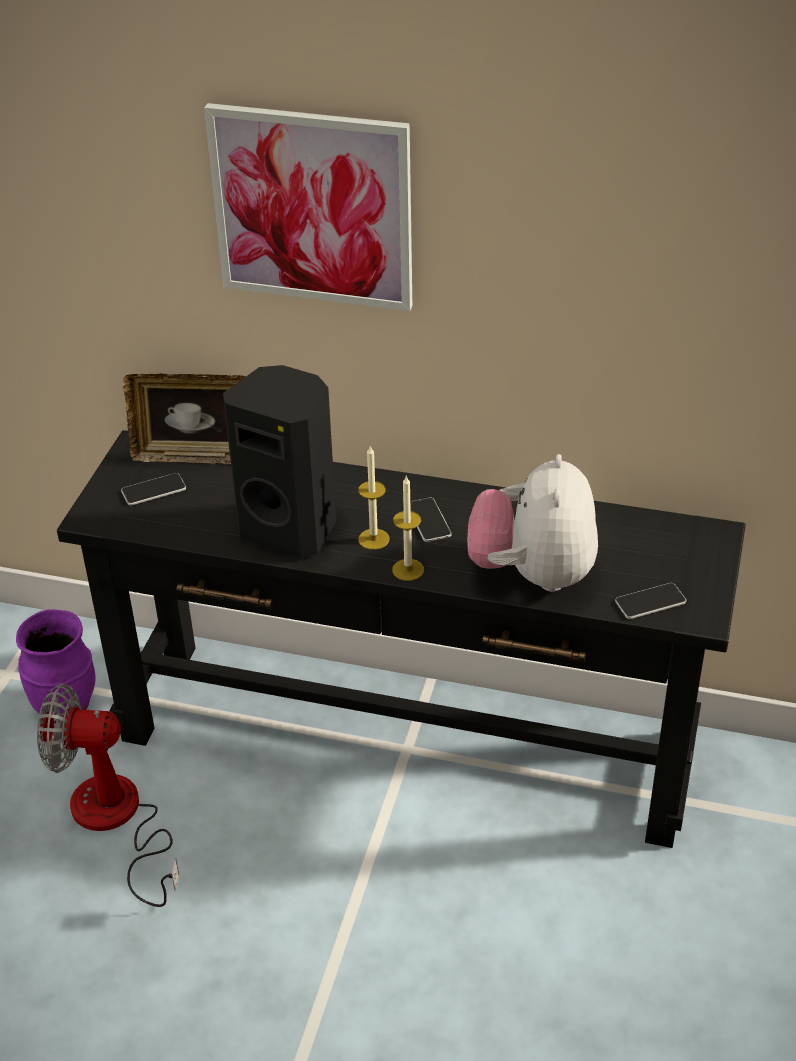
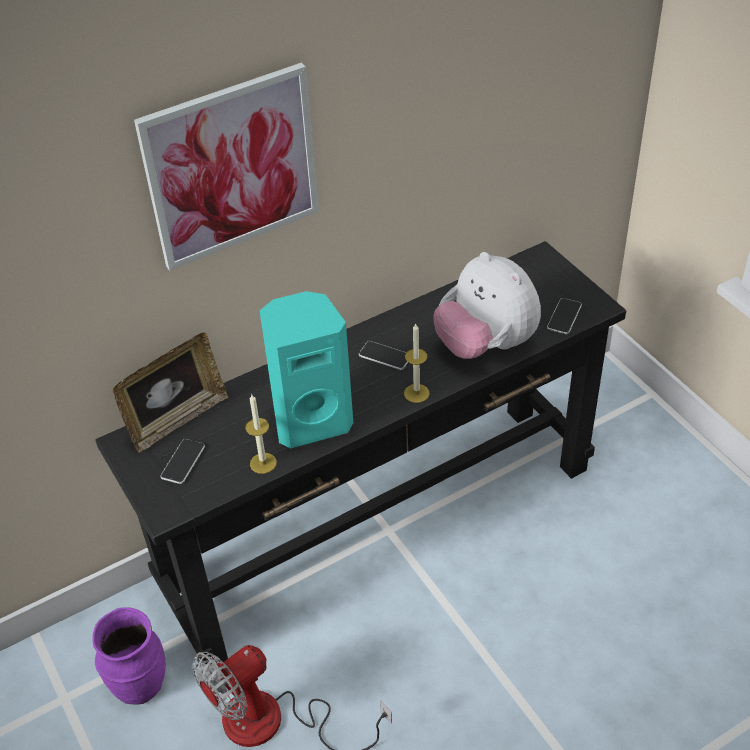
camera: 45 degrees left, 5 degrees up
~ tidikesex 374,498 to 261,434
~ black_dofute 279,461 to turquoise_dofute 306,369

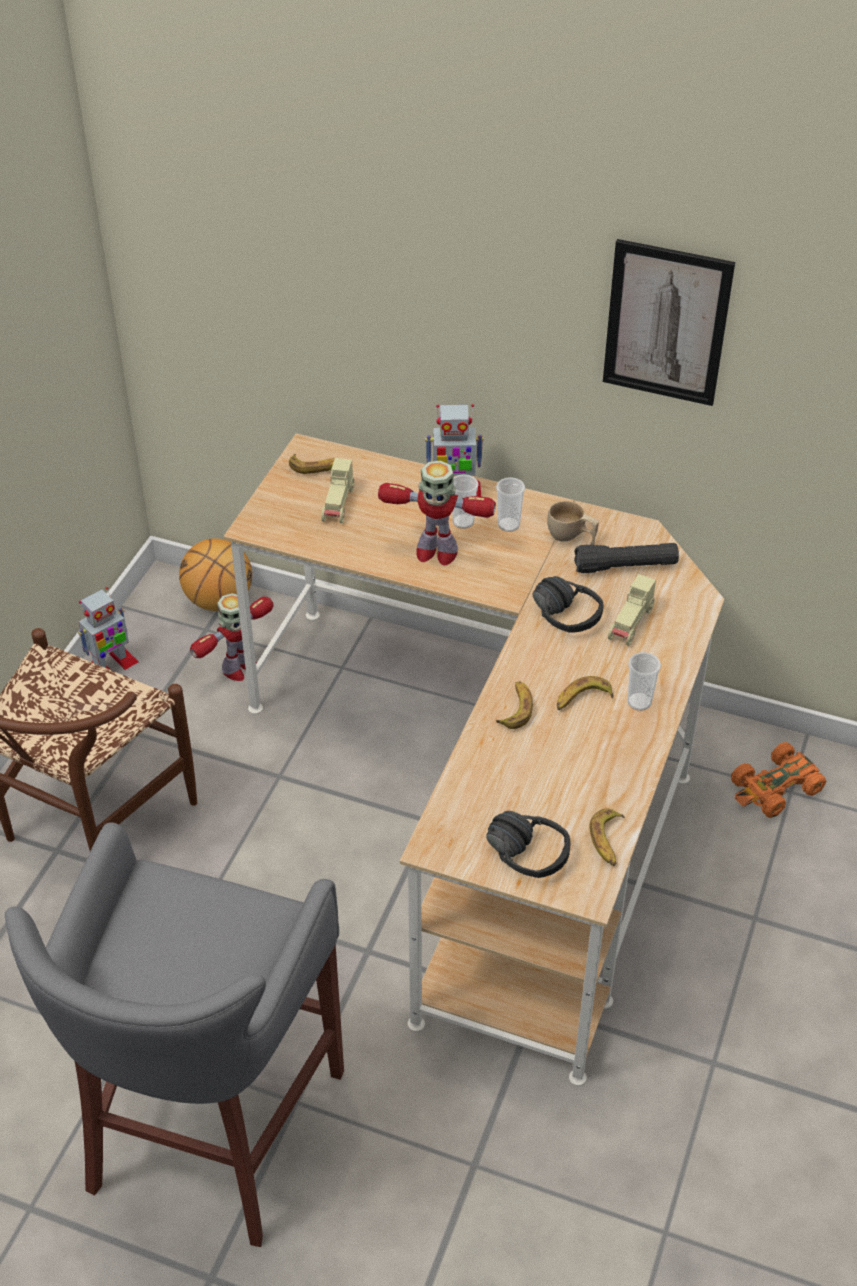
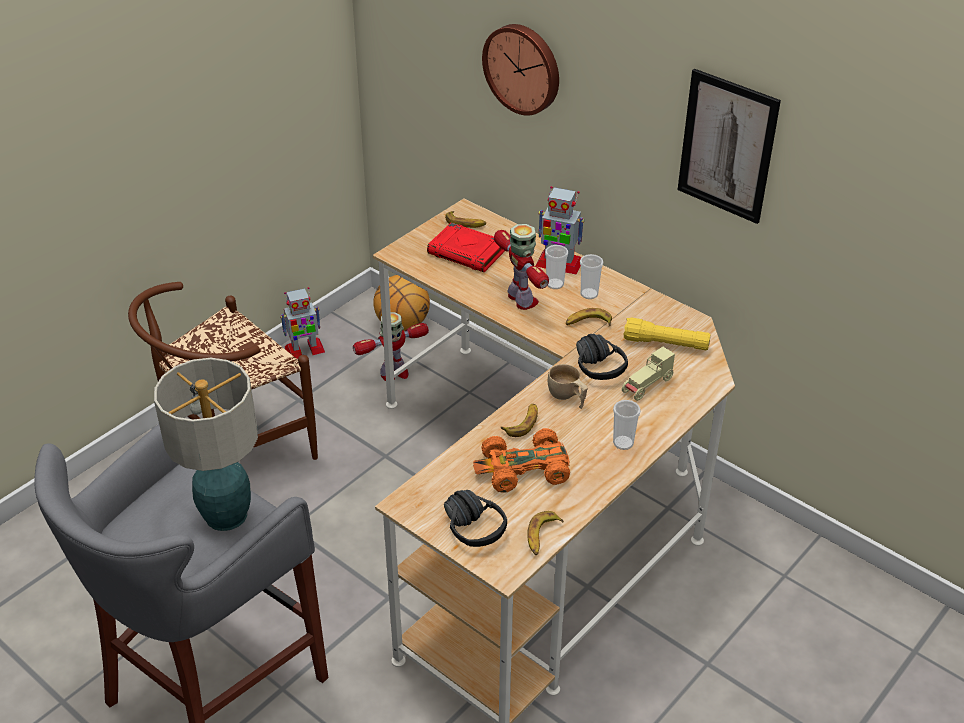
camera: 20 degrees right, 5 degrees down
+ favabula 206,444
~ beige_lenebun 338,490 to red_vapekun 466,247
~ orange_lenebun 778,780 to 521,460
+ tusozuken 520,70
~ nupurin 437,513 = 521,267 150 degrees counterclockwise
~ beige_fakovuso 573,523 to 568,386
~ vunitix 585,693 to 589,317
~ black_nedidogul 626,558 to yellow_nedidogul 667,333

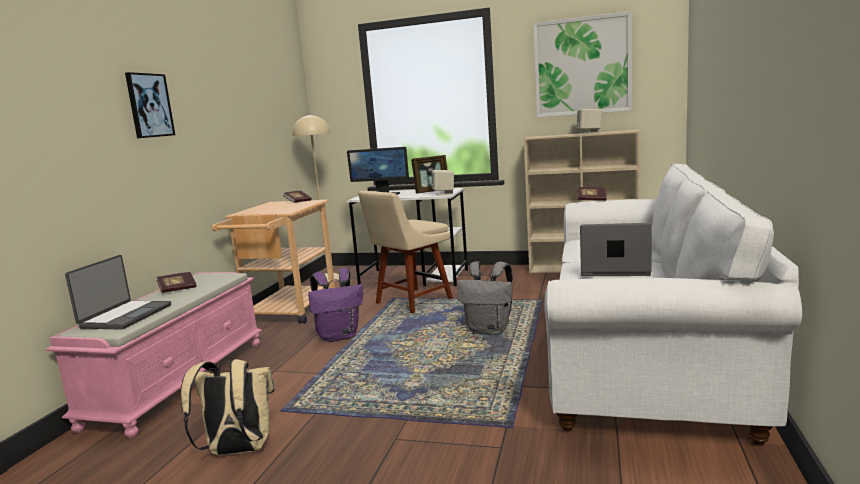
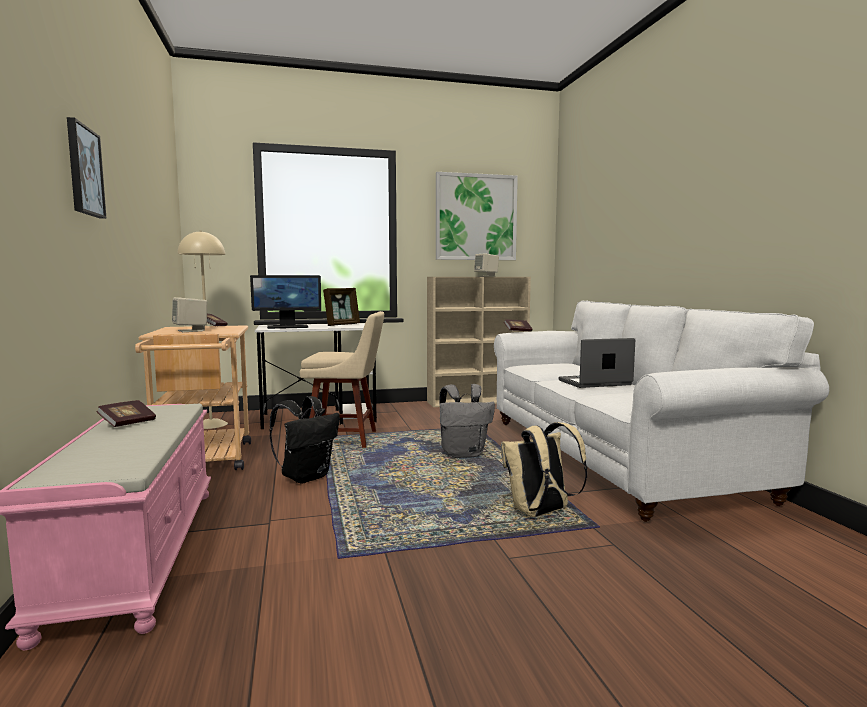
camera: 30 degrees left, 5 degrees down
~ beige_dofute 443,183 to 189,314
~ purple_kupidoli 335,305 to black_kupidoli 304,440
~ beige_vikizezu 405,252 = 342,379 105 degrees counterclockwise
~ beige_kupidoli 228,407 to 544,469
- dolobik 118,292

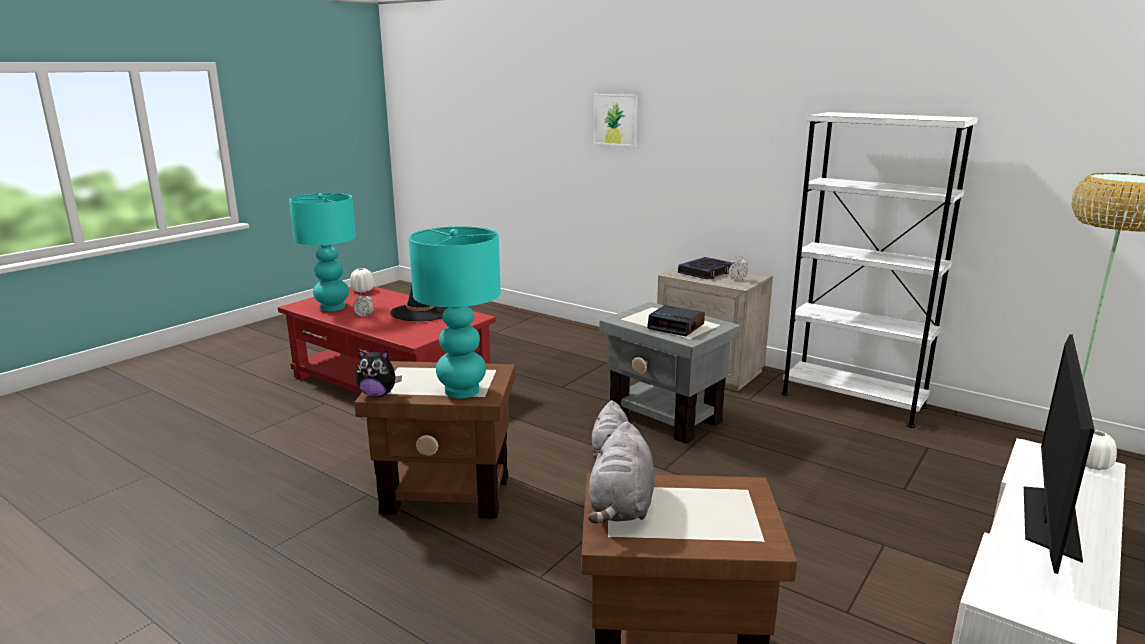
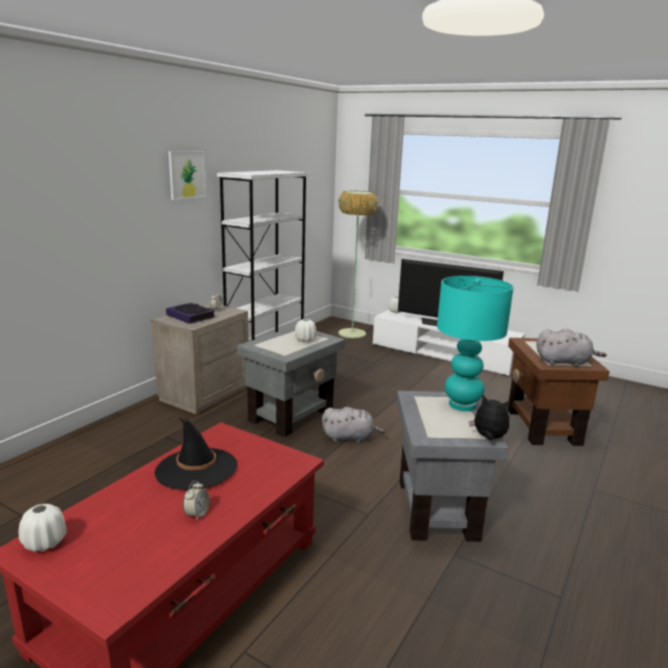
camera: 95 degrees left, 0 degrees up
~ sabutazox 616,120 to 187,175
~ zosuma 676,320 to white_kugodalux 305,330
~ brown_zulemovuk 434,440 to grey_zulemovuk 452,466
~ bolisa 379,373 = 489,417 60 degrees counterclockwise
- turquoise_favabula 322,252

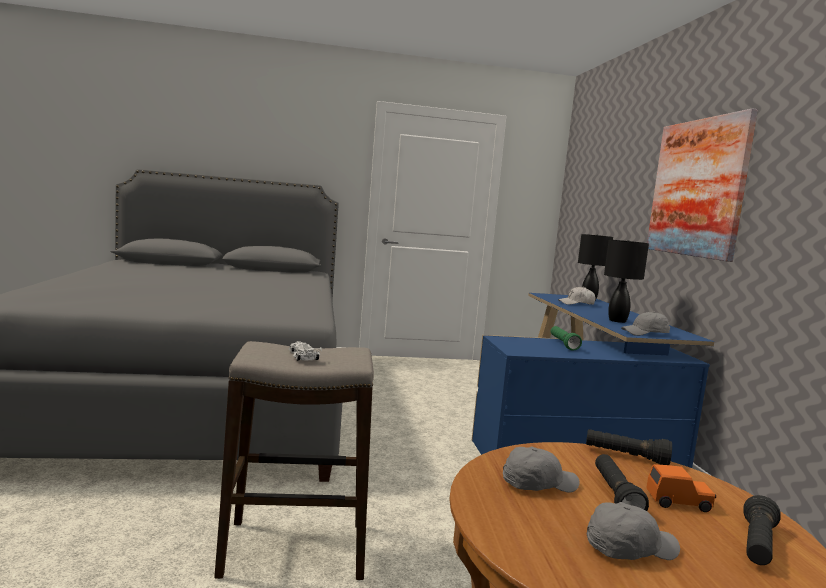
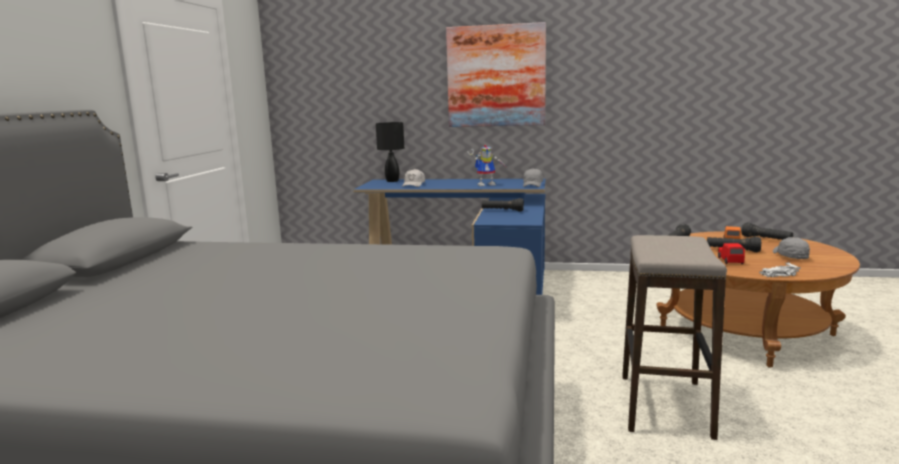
camera: 70 degrees left, 5 degrees up
~ black_favabula 626,281 to nupurin 487,165
~ green_nedidogul 566,338 to black_nedidogul 503,204
~ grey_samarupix 541,469 to red_lenebun 731,253
~ white_lenebun 305,351 to 780,269

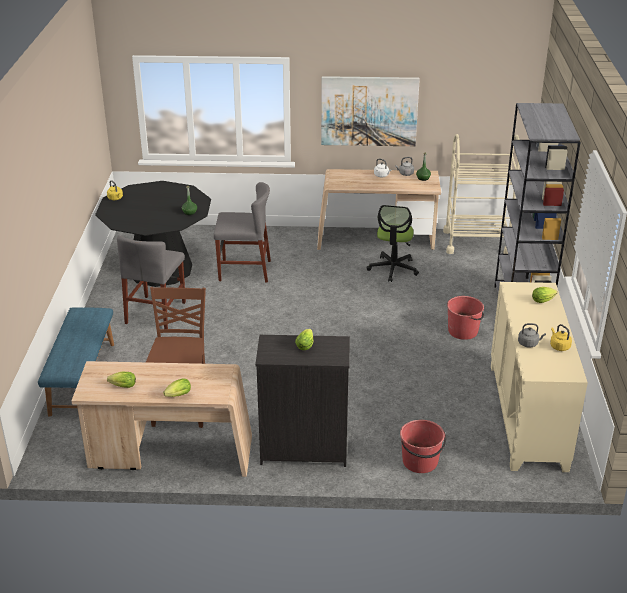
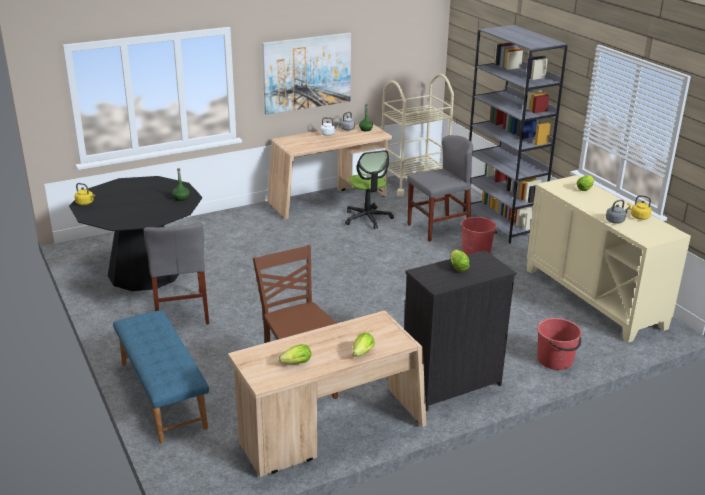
camera: 30 degrees left, 5 degrees down
~ grey_vikizezu 242,232 to 440,188

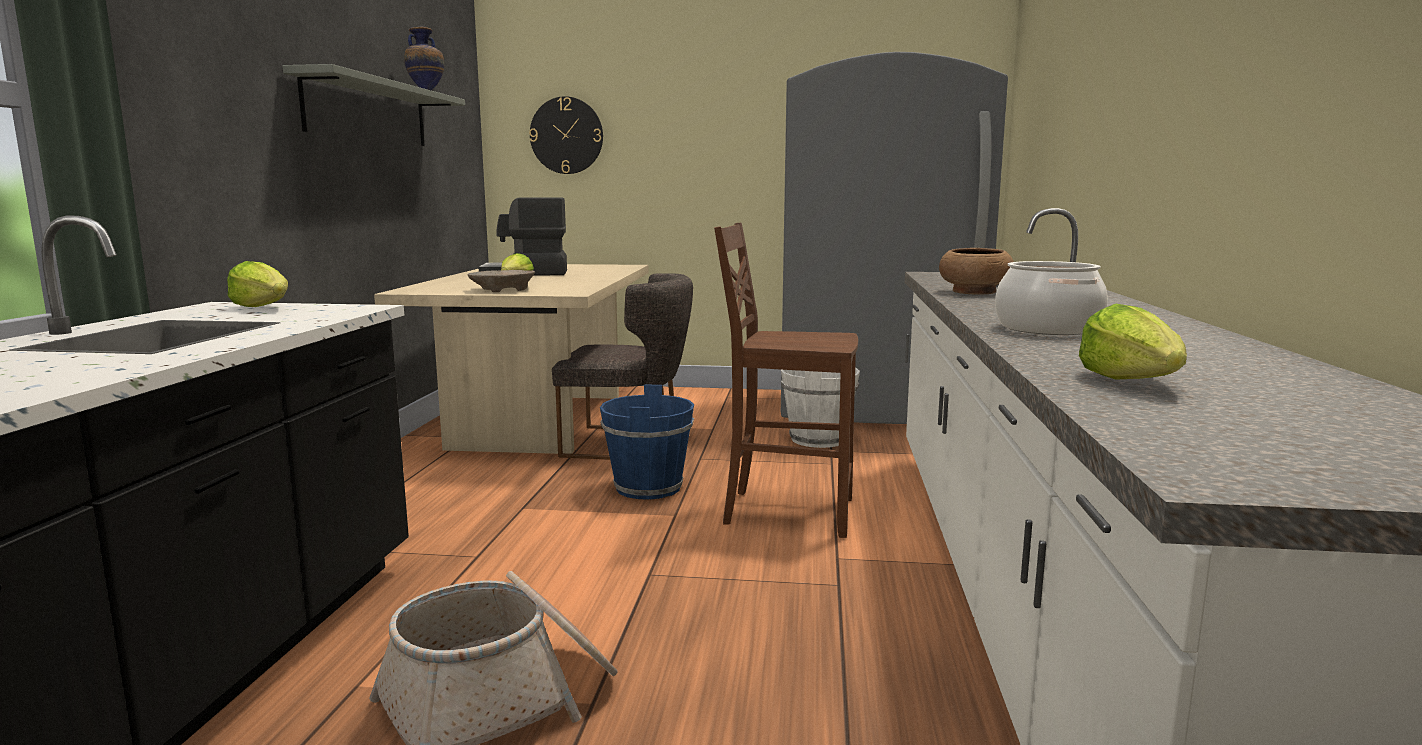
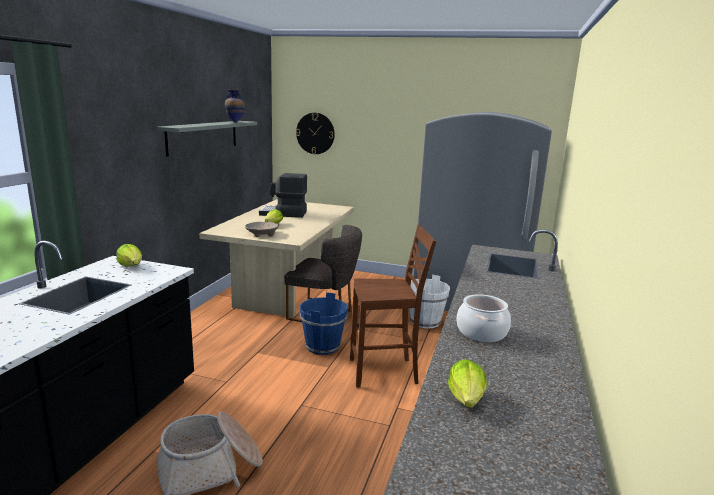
camera: 10 degrees right, 5 degrees up
~ brown_vikizezu 786,380 = 393,306 150 degrees clockwise
- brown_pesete 976,271

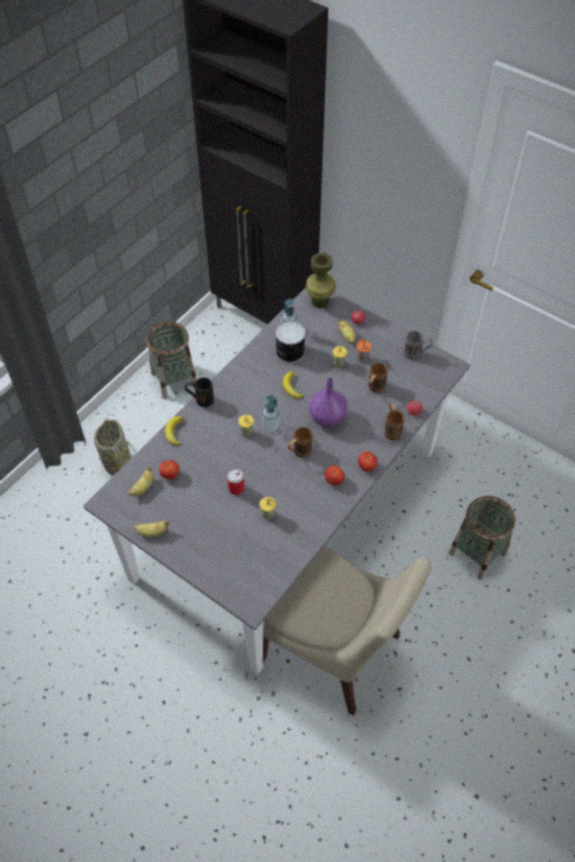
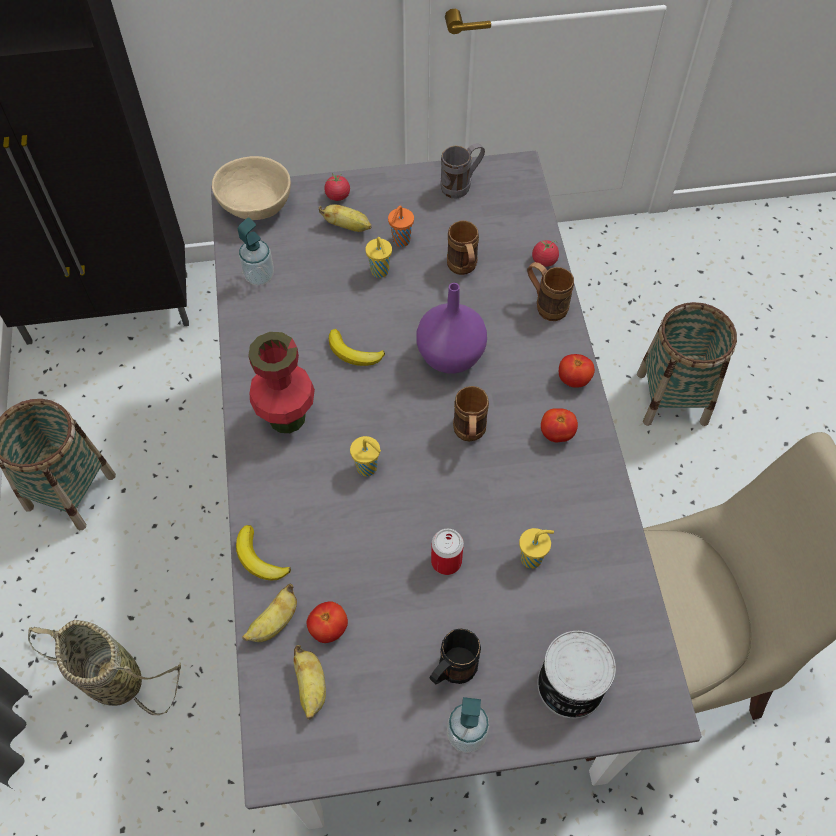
camera: 45 degrees left, 5 degrees up
~ green_kugodalux 320,280 to beige_pesete 251,188
~ vunitix 151,529 to 269,613
+ red_kugodalux 281,382
~ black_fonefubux 199,392 to 455,656
~ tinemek 270,413 to 468,725
~ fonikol 290,342 to 576,675

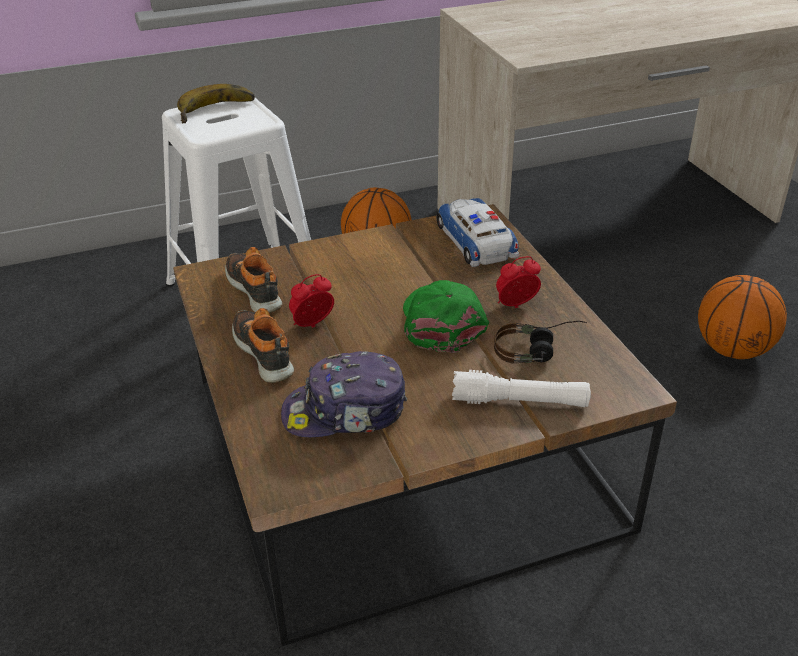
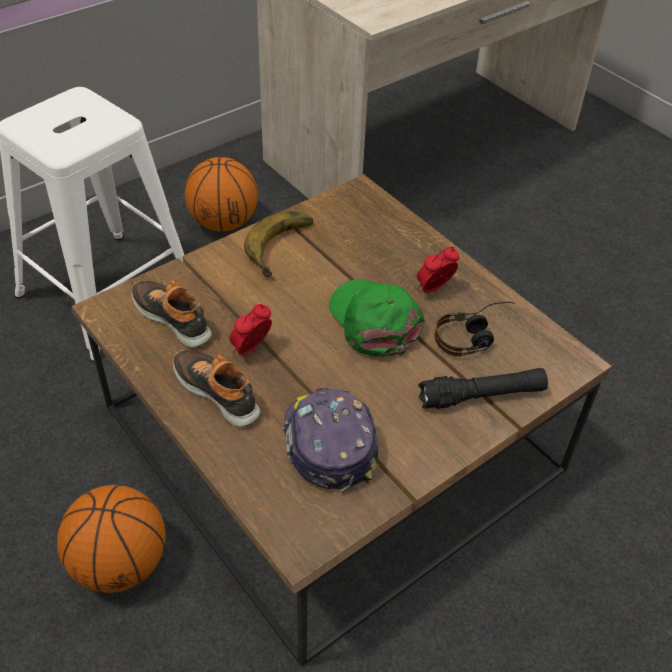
camera: 20 degrees left, 10 degrees up
~ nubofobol 742,317 to 111,539
~ vunitix 216,103 to 278,244
~ samarupix 344,394 = 330,439 105 degrees clockwise
~ white_nedidogul 521,388 to black_nedidogul 483,388
- lenebun 478,232

